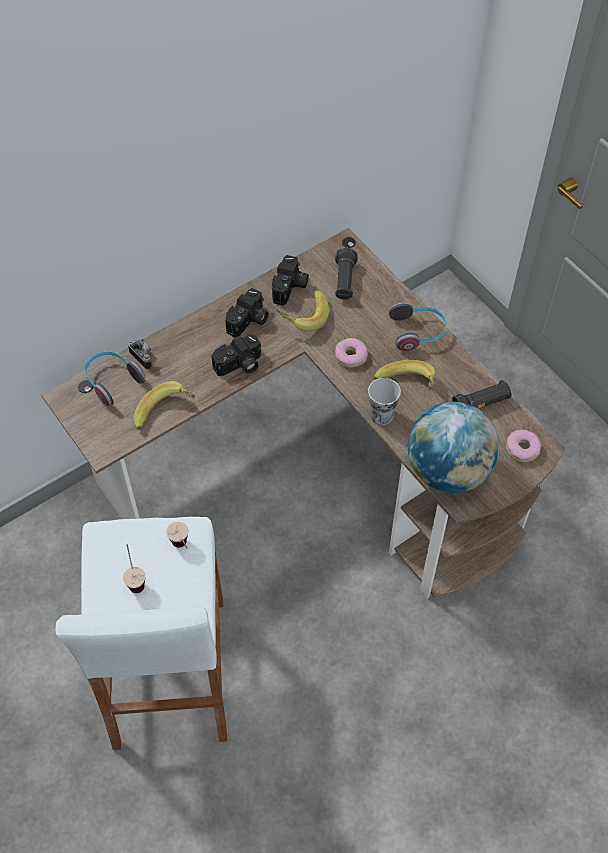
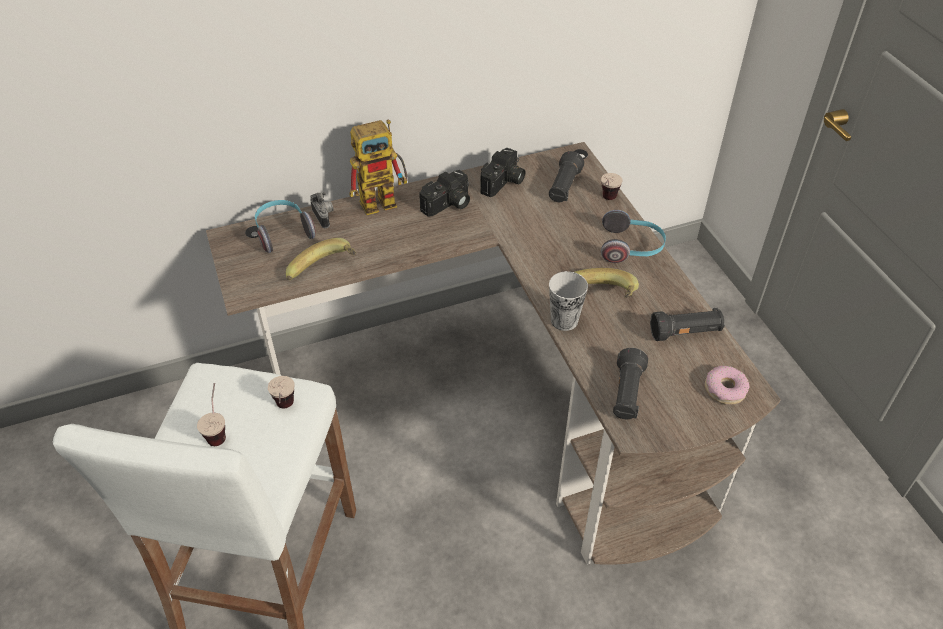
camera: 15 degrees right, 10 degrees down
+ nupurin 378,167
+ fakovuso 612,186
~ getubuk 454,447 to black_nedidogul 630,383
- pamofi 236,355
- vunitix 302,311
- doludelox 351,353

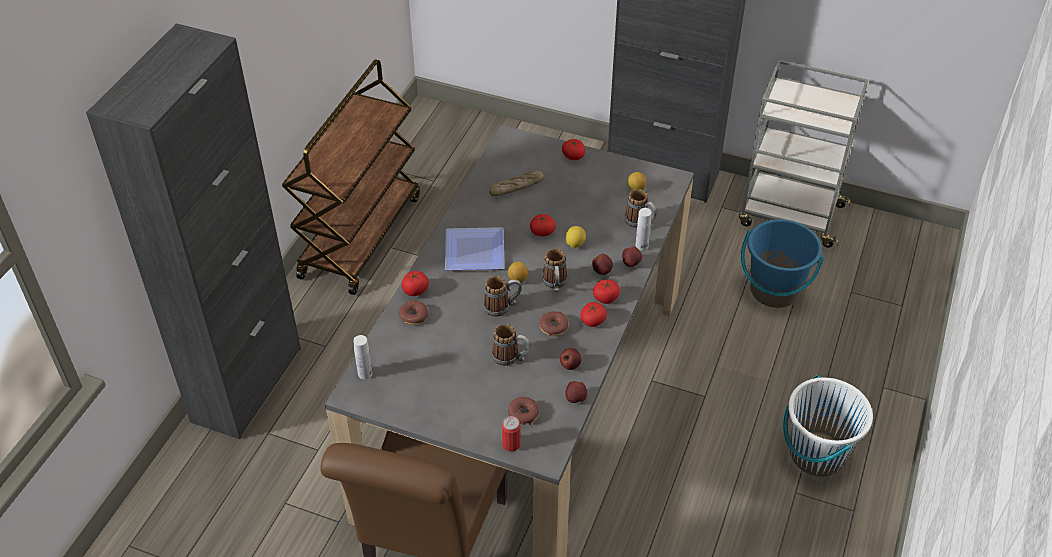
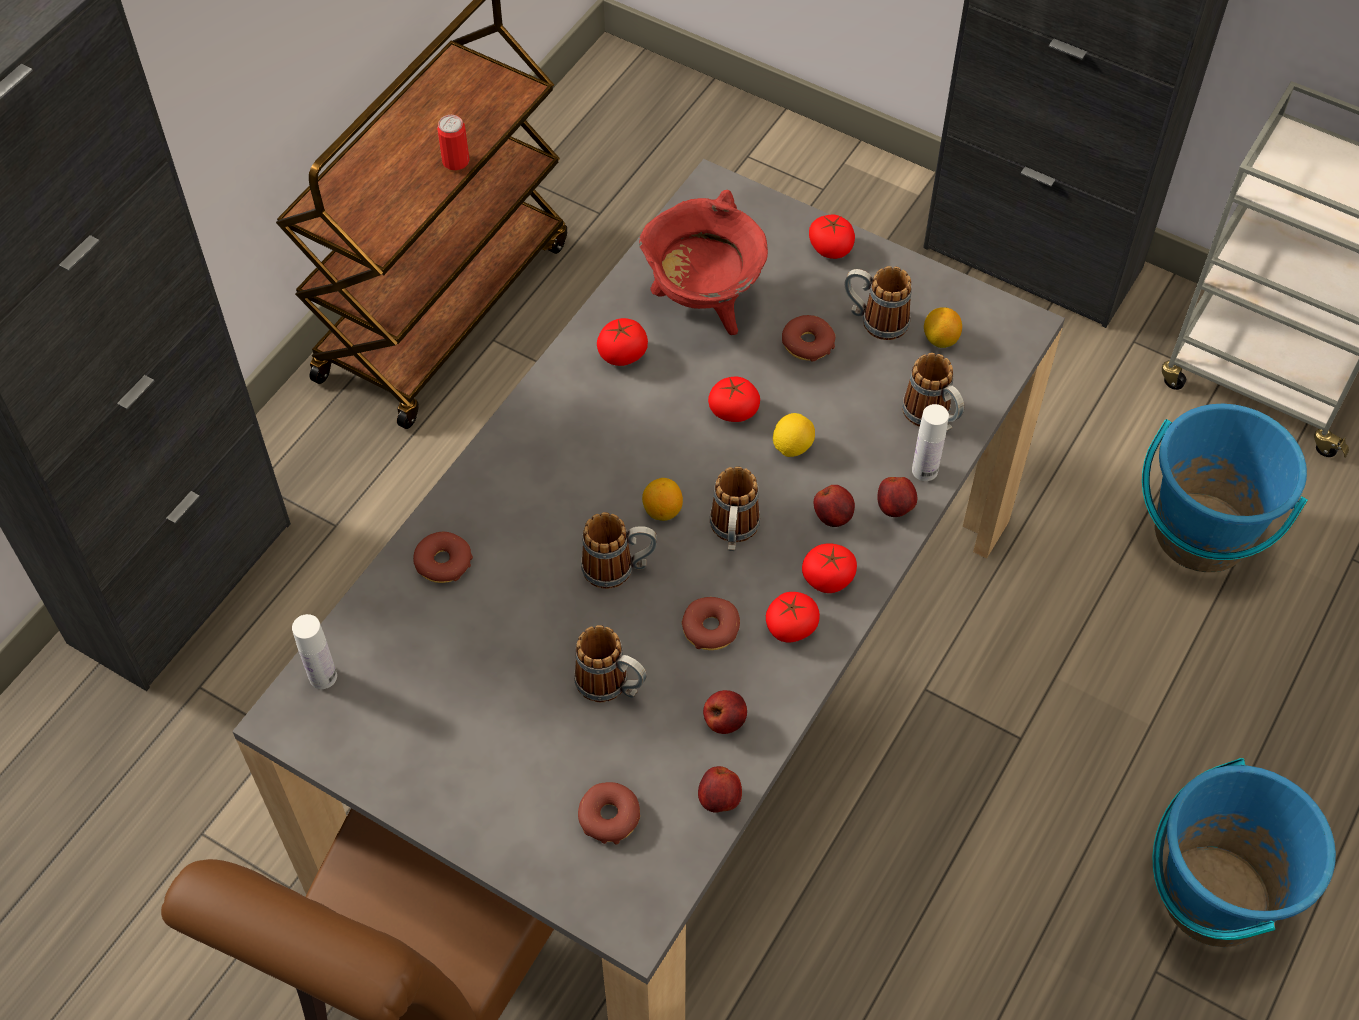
camera: 10 degrees right, 10 degrees up
~ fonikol 511,434 to 453,142
~ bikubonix 415,283 to 622,342
~ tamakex 516,183 to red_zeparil 703,262
+ doludelox 808,338
+ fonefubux 878,303
~ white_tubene 828,426 to blue_tubene 1244,852
- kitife 475,248

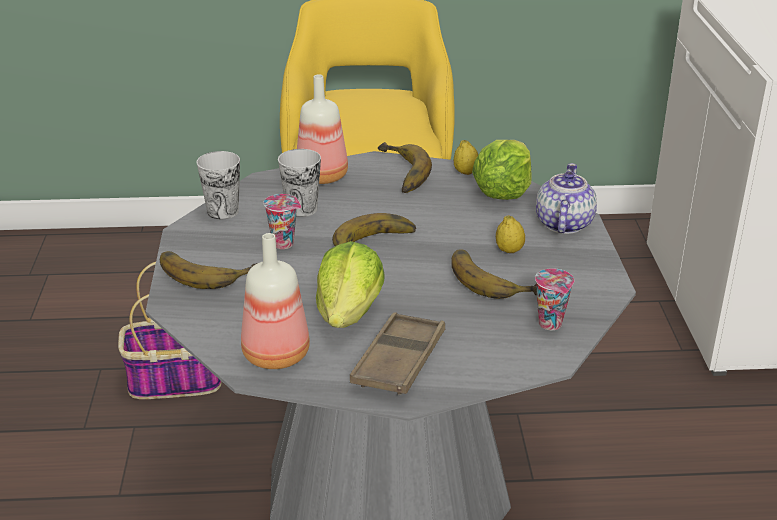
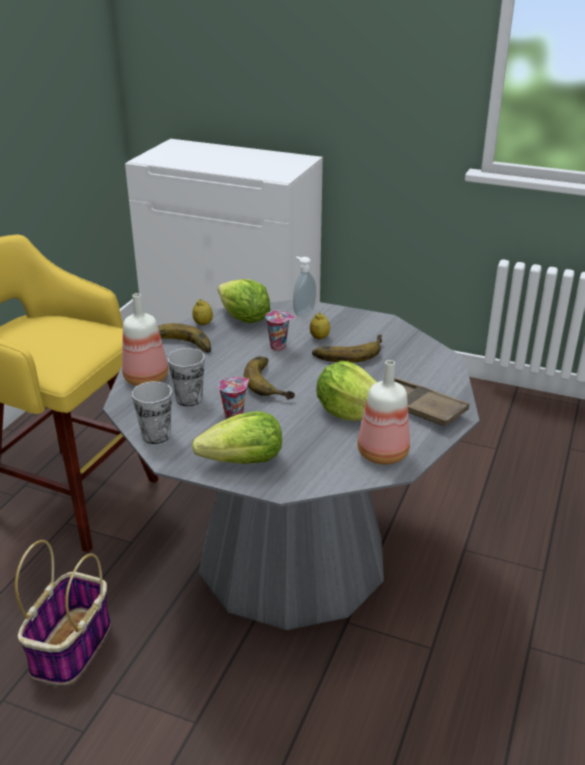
camera: 65 degrees left, 0 degrees up
~ vunitix 208,270 to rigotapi 237,437
~ fakovuso 554,299 to 280,330
~ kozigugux 566,198 to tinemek 304,286

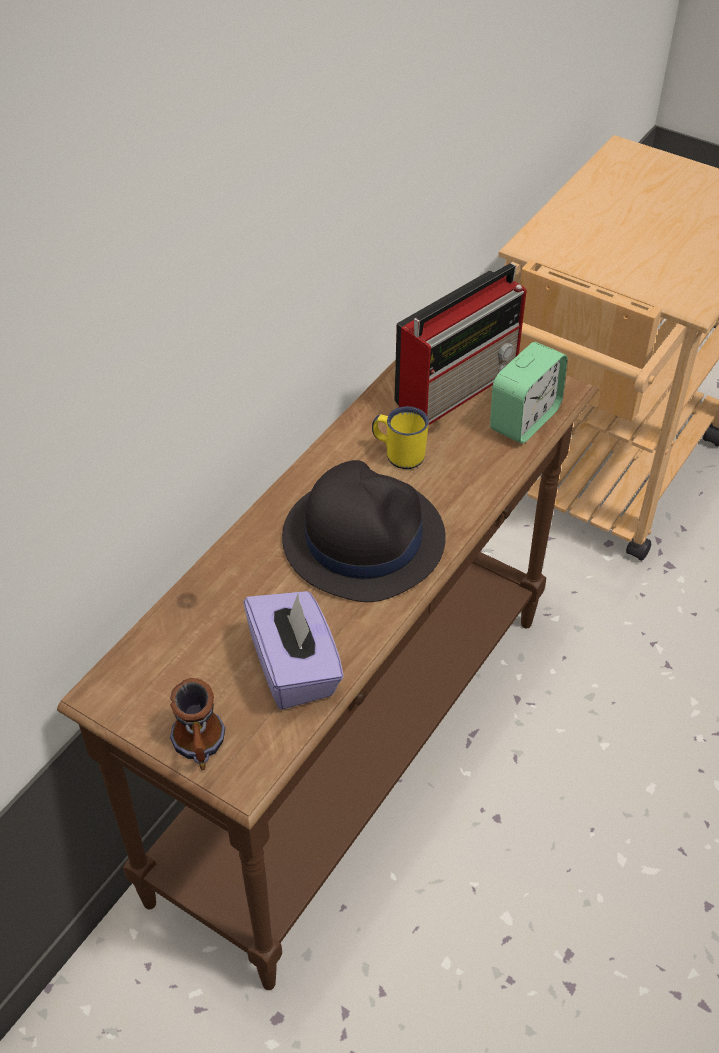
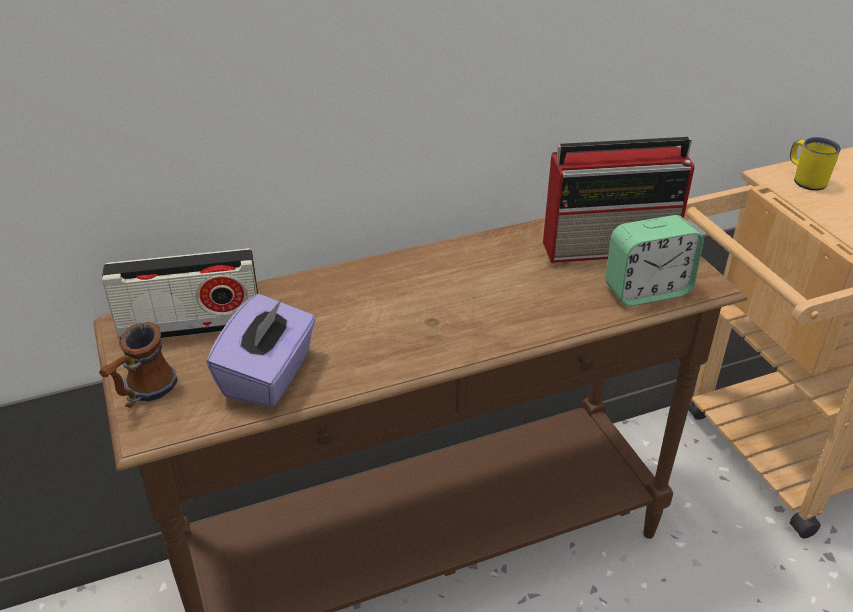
camera: 35 degrees right, 10 degrees down
+ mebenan 180,295
~ yellow_fonefubux 400,437 to 815,164
- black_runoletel 364,531

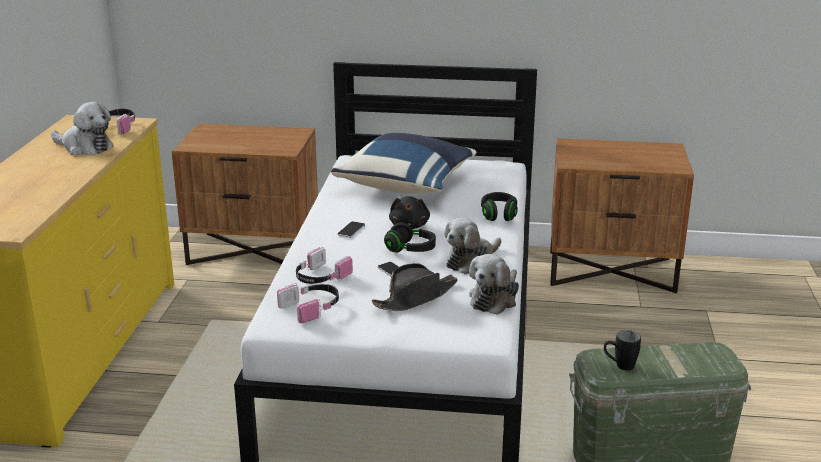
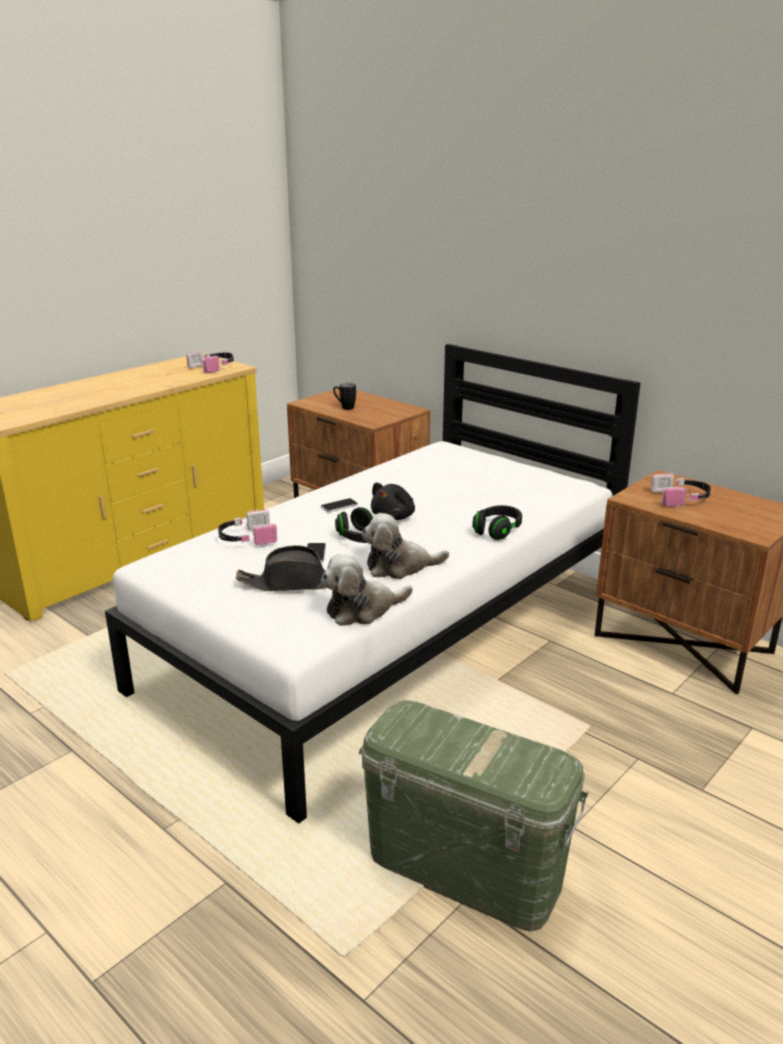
camera: 35 degrees right, 0 degrees up
~ black_fonefubux 622,350 to 344,396
~ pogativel 308,303 to 680,490
- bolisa 82,128
- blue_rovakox 404,163

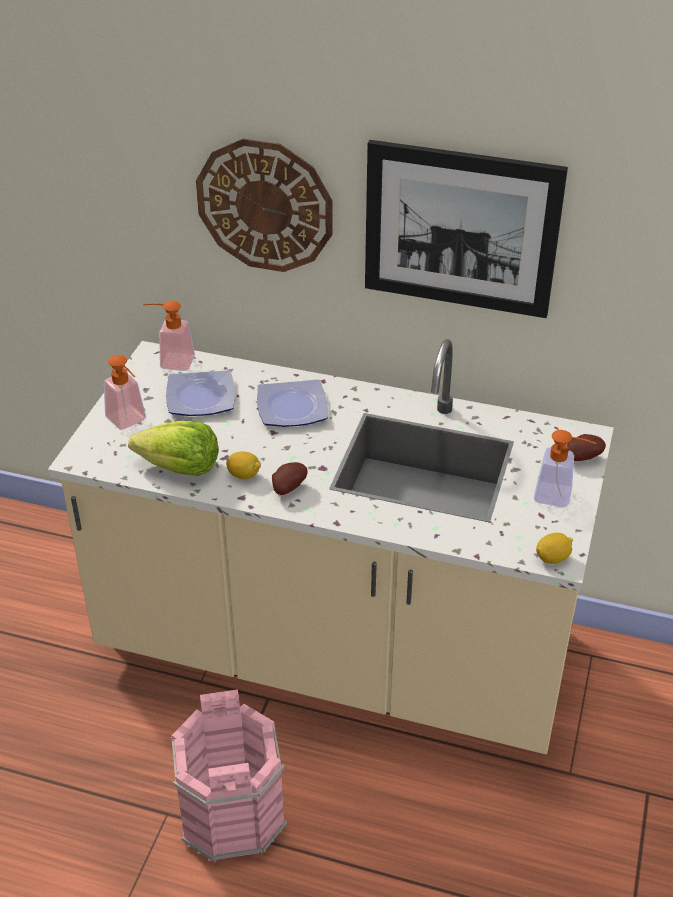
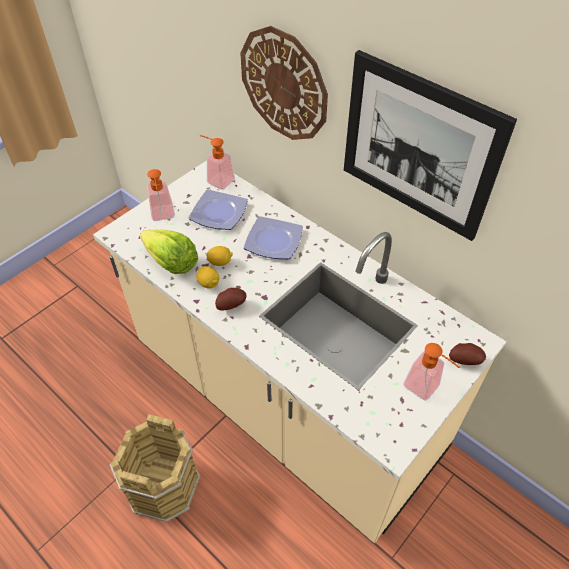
camera: 25 degrees right, 10 degrees up
~ pink_tubene 229,776 to brown_tubene 155,468
~ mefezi 554,548 to 220,256

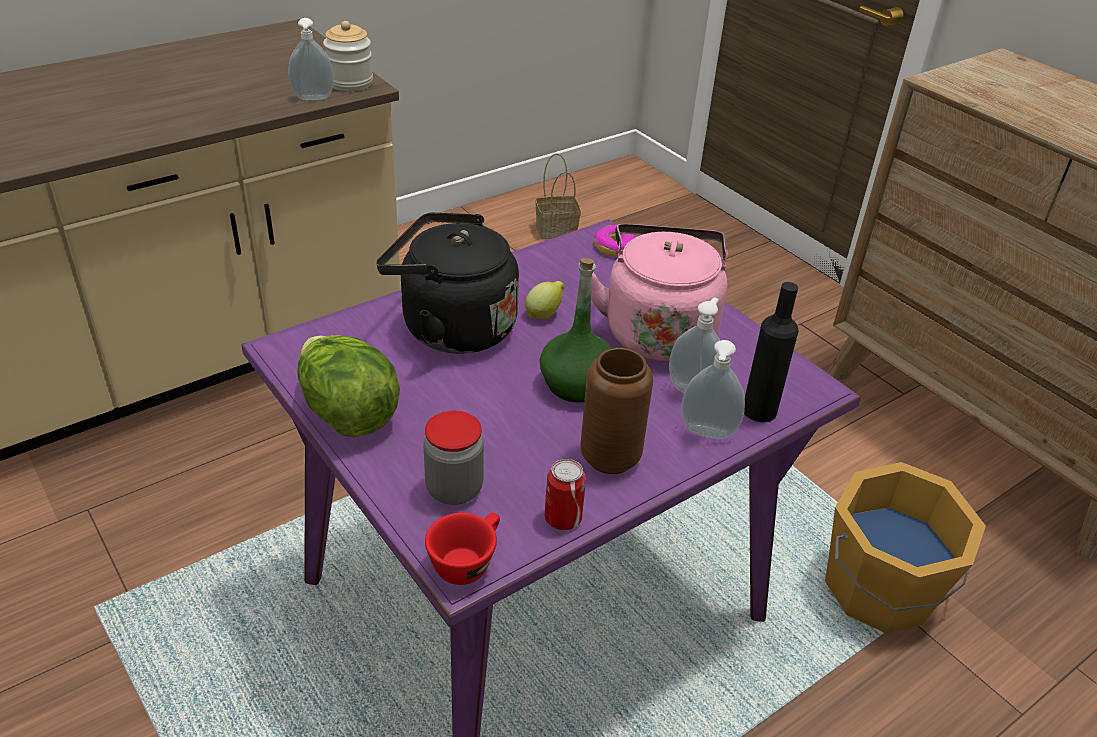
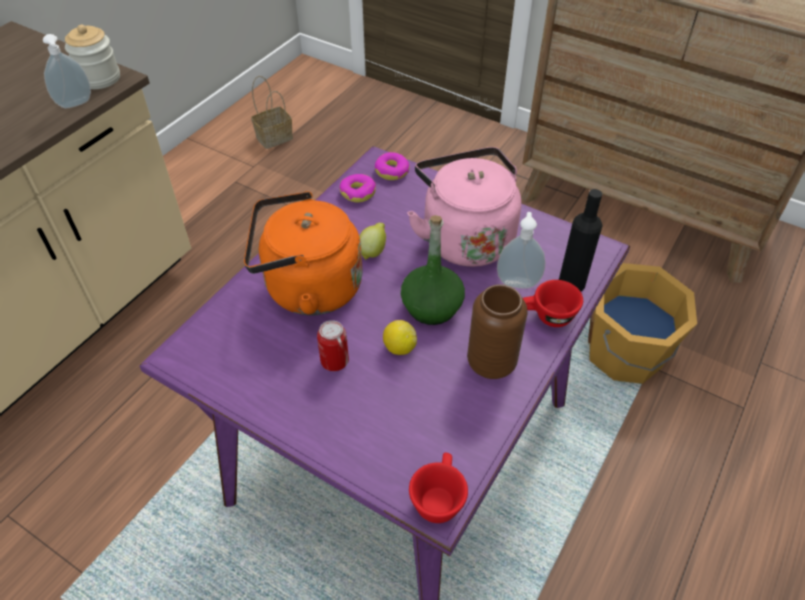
camera: 20 degrees left, 10 degrees up
~ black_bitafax 447,283 to orange_bitafax 303,253
~ fonikol 565,494 to 333,345
+ doludelox 357,188
+ mefezi 400,337
~ tinemek 713,389 to red_fakovuso 553,303
- rigotapi 348,386
- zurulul 453,458

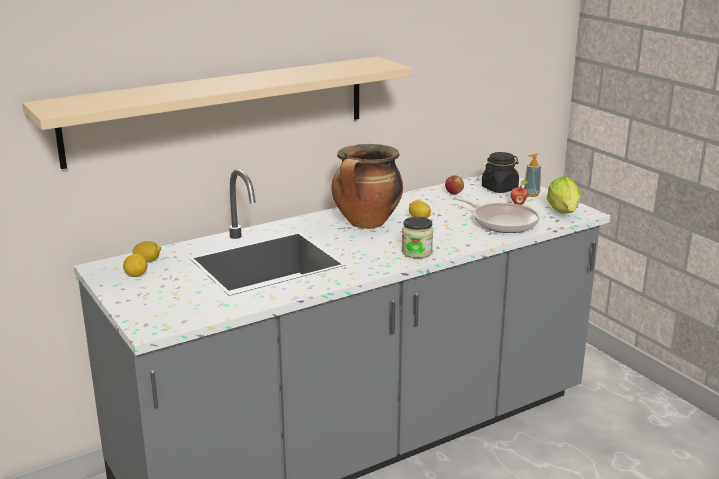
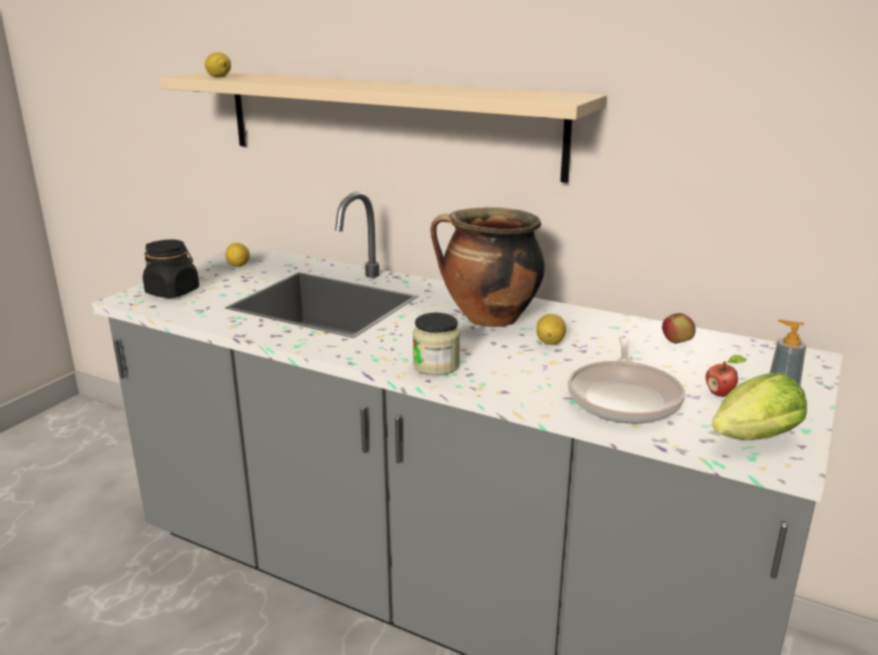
camera: 60 degrees right, 0 degrees up
~ black_zurulul 500,172 to 171,269
~ mefezi 146,252 to 218,64

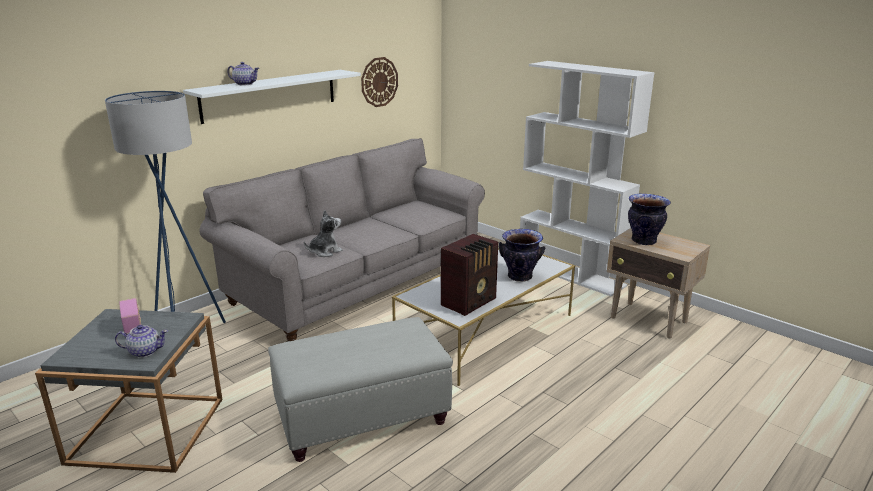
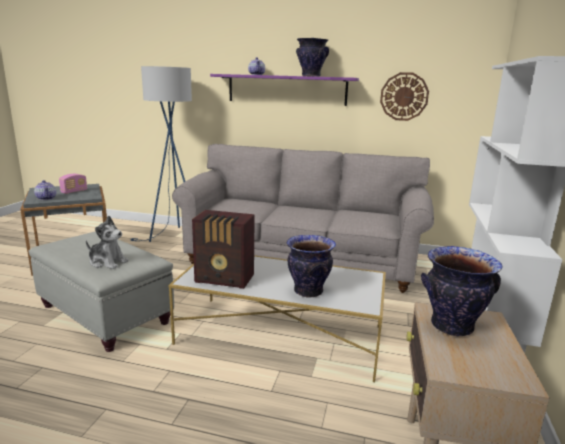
camera: 60 degrees right, 5 degrees down
~ bolisa 323,233 to 107,242
~ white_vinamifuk 272,97 to purple_vinamifuk 284,90
+ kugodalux 312,57

